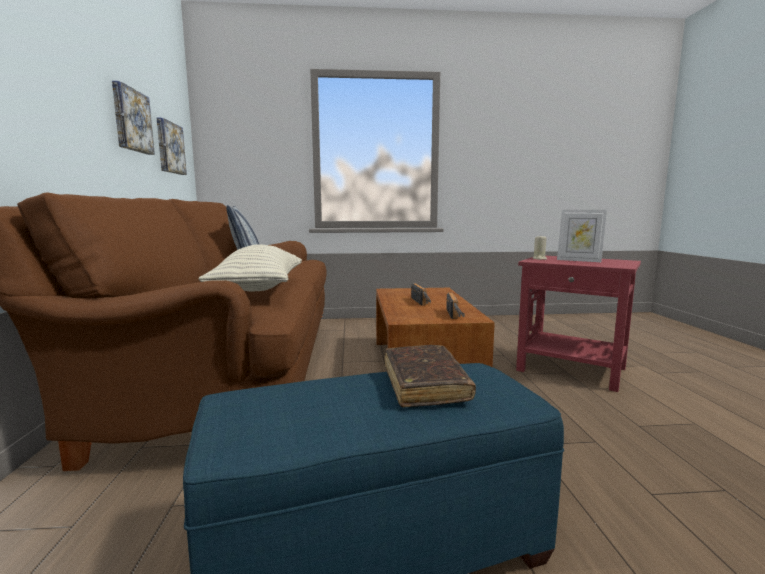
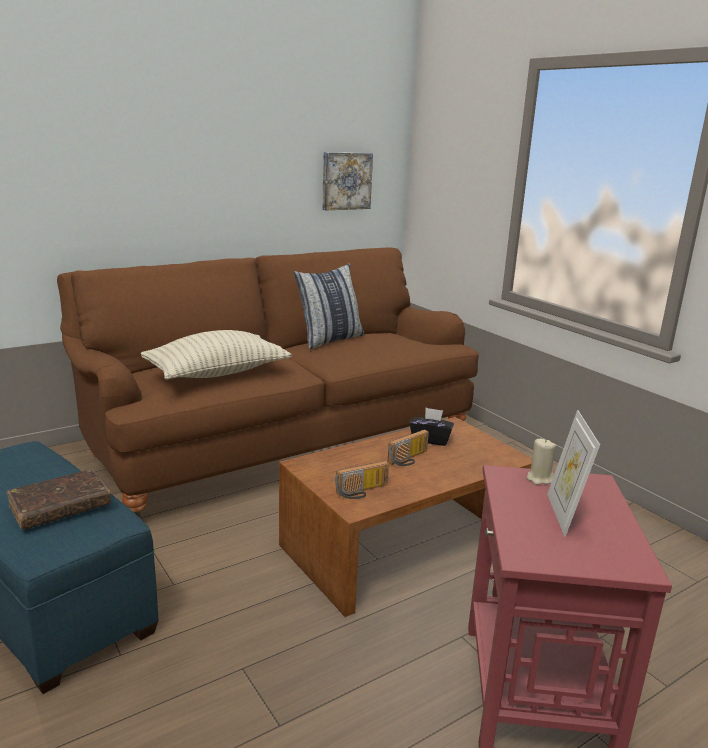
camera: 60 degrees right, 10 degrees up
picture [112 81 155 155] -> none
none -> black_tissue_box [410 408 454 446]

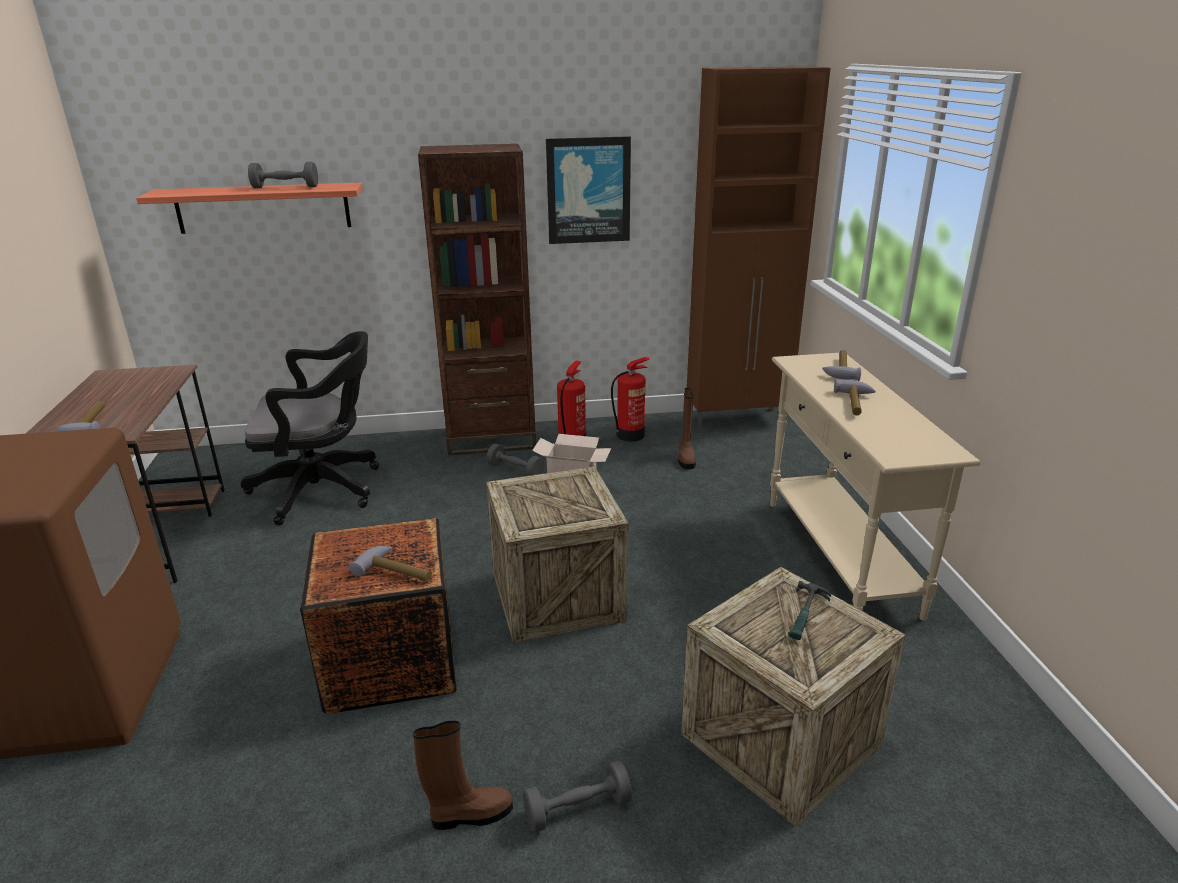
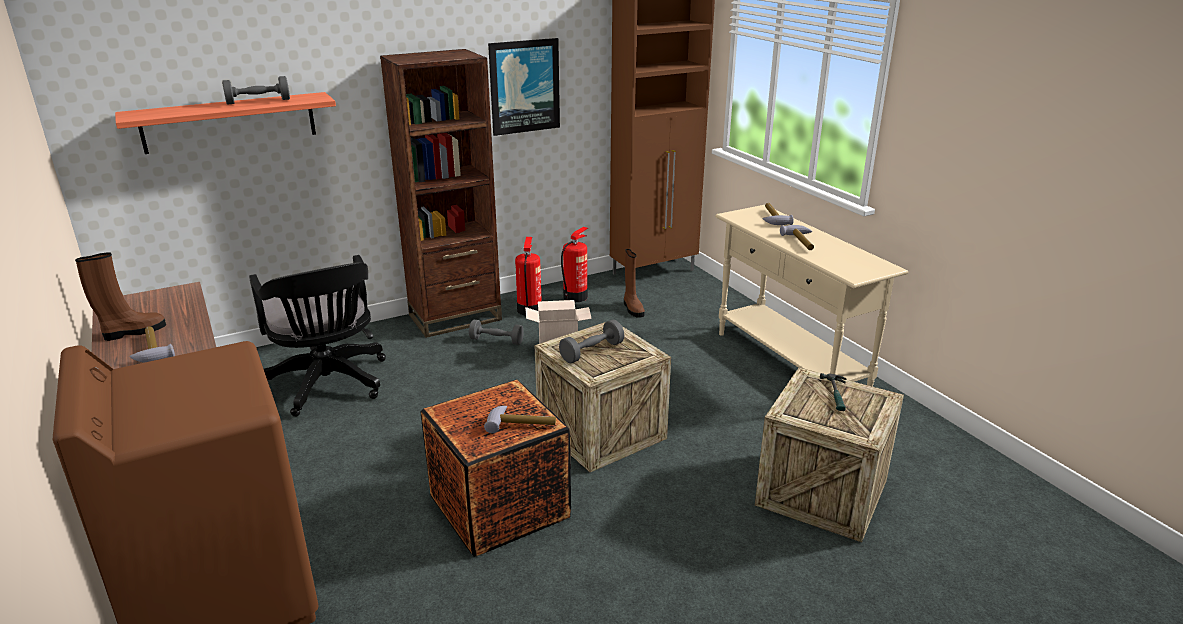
camera: 20 degrees left, 0 degrees up
black_office_chair [241 331 379 526] -> black_office_chair [249 255 386 417], 90 degrees clockwise
brown_boot [413 721 513 830] -> brown_boot [75 252 166 341], shifted
grey_dumbbell [523 760 632 833] -> grey_dumbbell [559 320 624 364], shifted

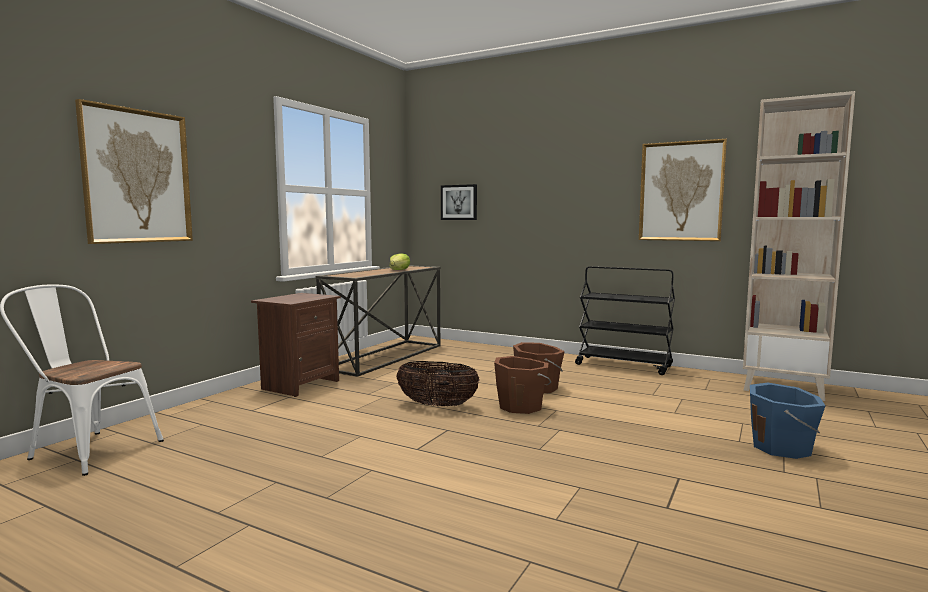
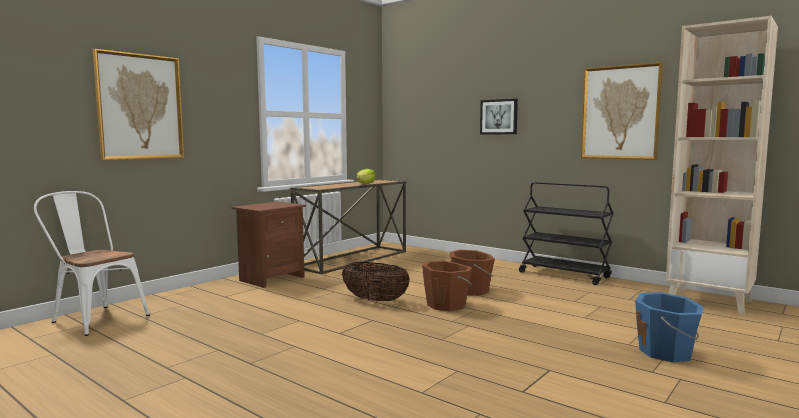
camera: 10 degrees right, 0 degrees up
picture [441 184 477 220] -> picture [480 99 518 134], shifted

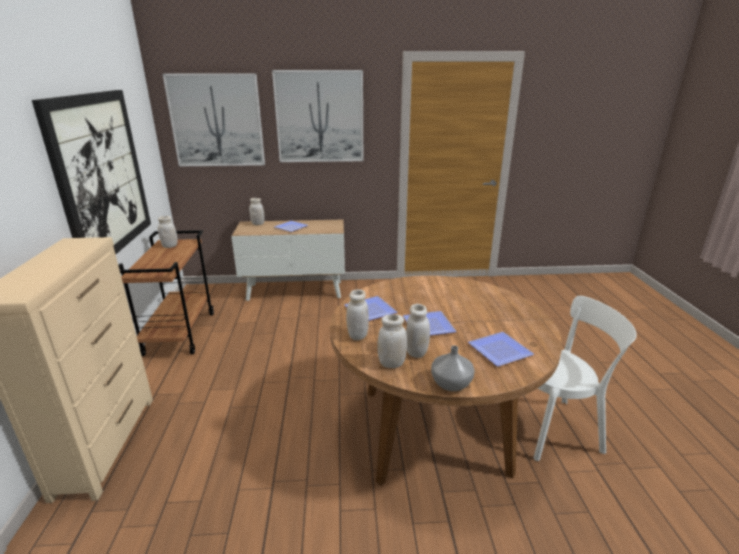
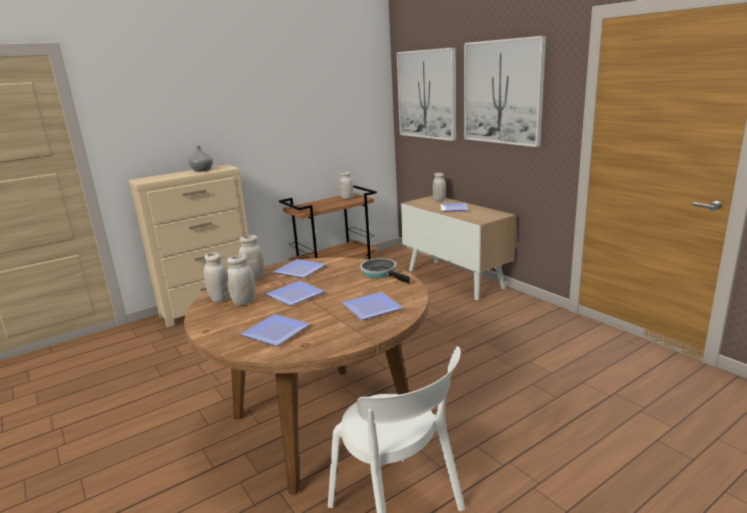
camera: 60 degrees right, 5 degrees down
picture [32 90 151 254] -> none
grey_vase [431 345 474 391] -> grey_vase [189 146 213 172], shifted
none -> plate [342 292 403 320]
none -> frying_pan [360 258 410 284]

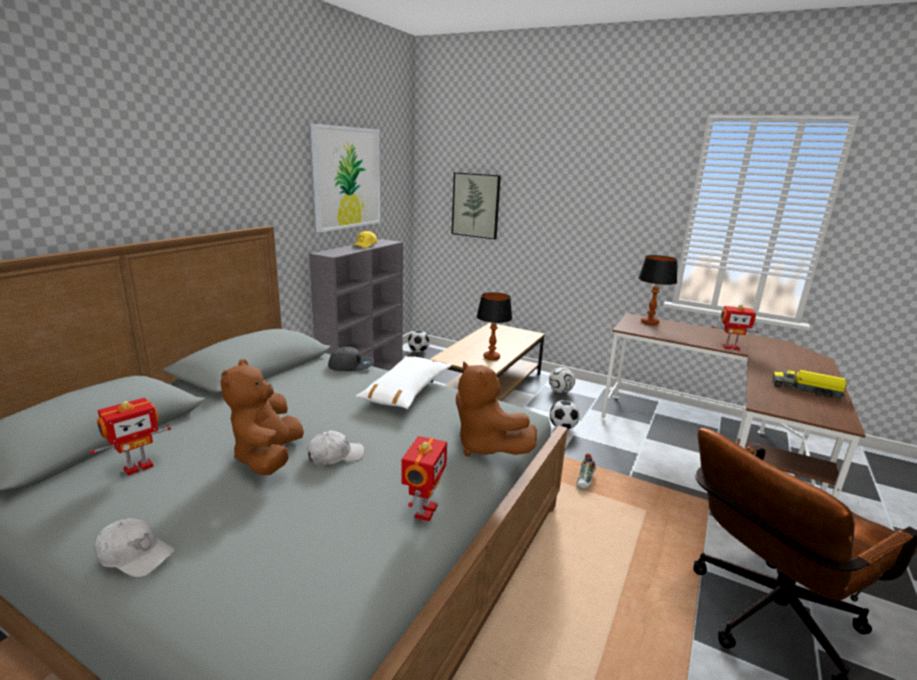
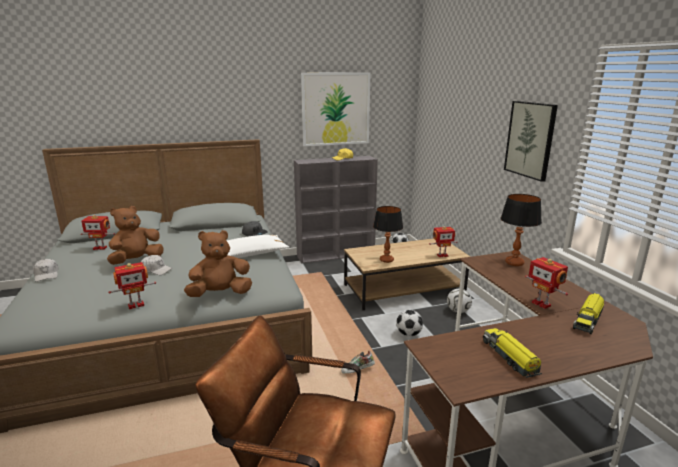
camera: 45 degrees right, 0 degrees up
picture [452 172 501 239] -> picture [504 101 558 182], shifted
brown_plush_toy [456 361 537 456] -> brown_plush_toy [184 230 252 297], 60 degrees clockwise
none -> toy_robot [429 226 457 257]
none -> toy_truck [573 293 604 334]

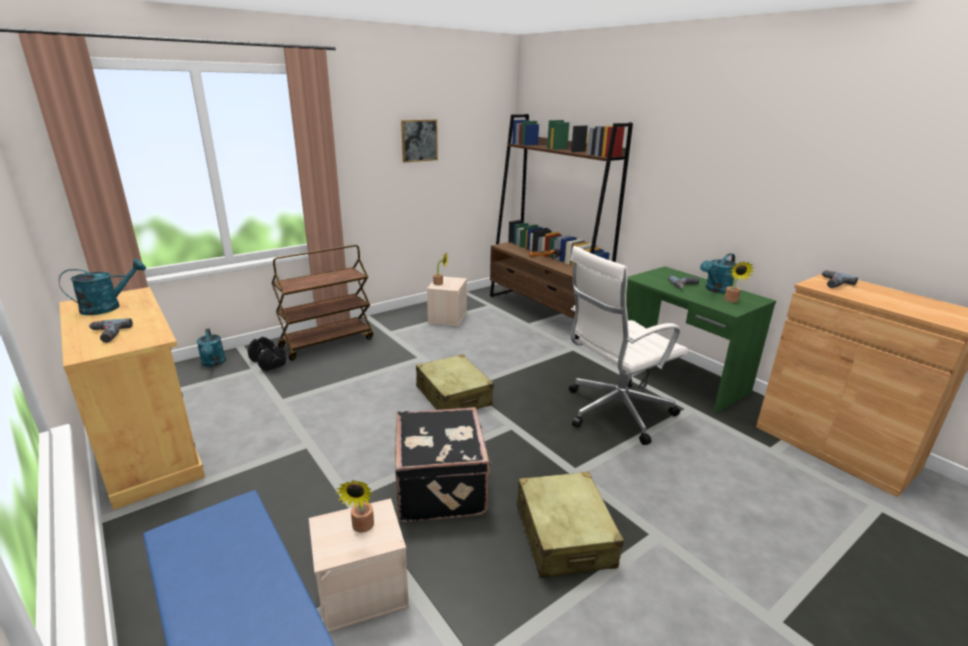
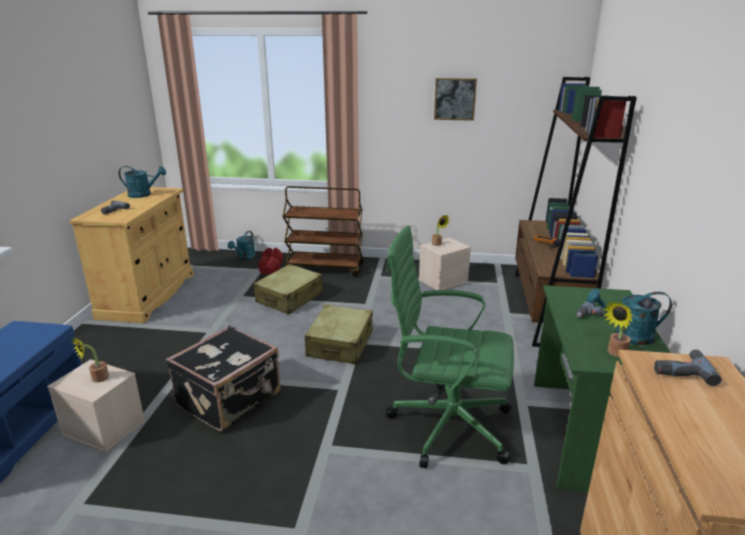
camera: 45 degrees right, 0 degrees up
black_dumbbell [248 337 286 371] -> red_dumbbell [258 248 283 274]
beige_suitcase [517 472 624 578] -> beige_suitcase [253 264 323 314], shifted
white_office_chair [569 246 689 445] -> green_office_chair [386 226 514 468]

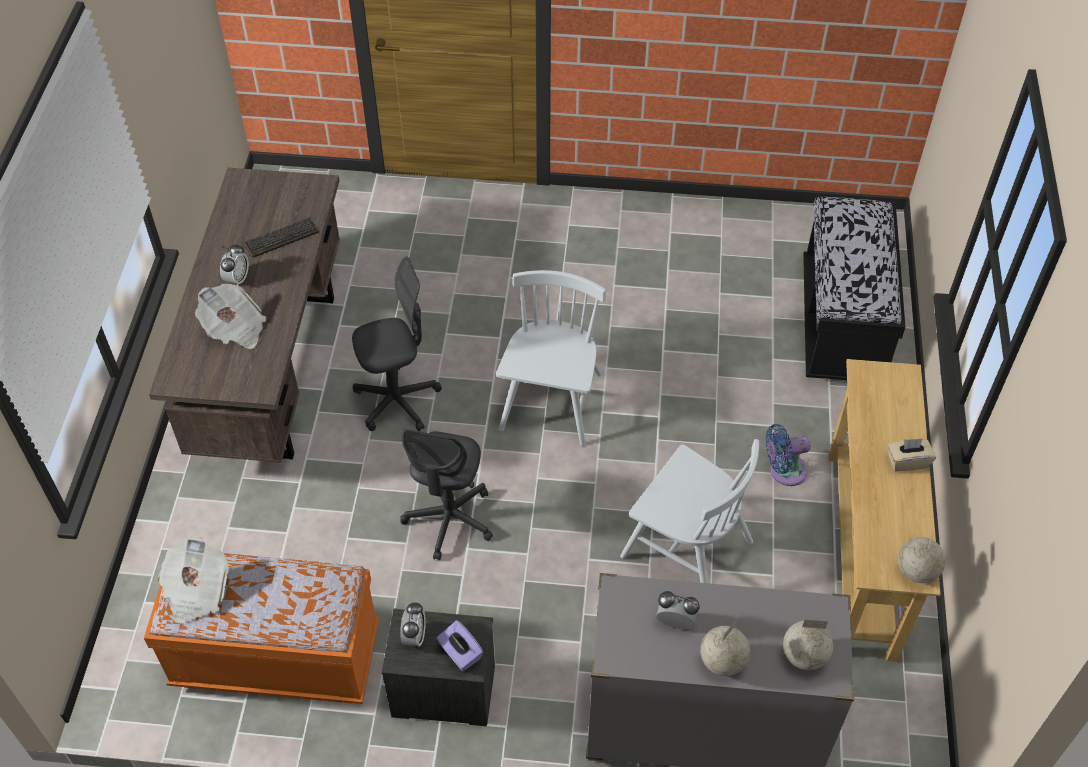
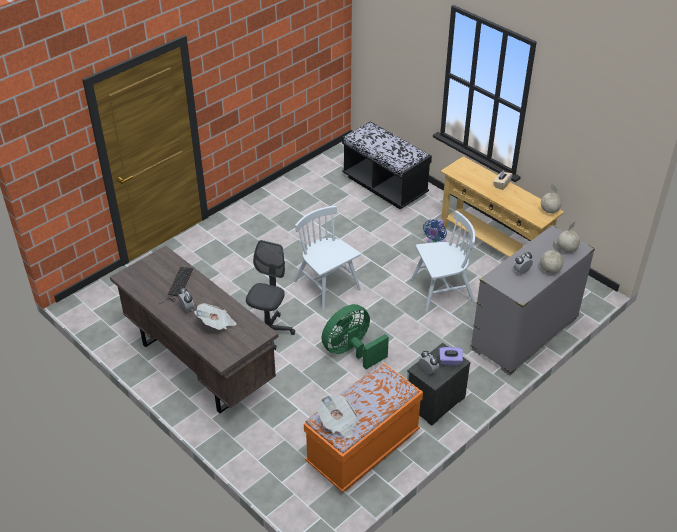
camera: 50 degrees left, 10 degrees down
grey_office_chair [400 429 493 560] -> green_fan [321 304 389 369]

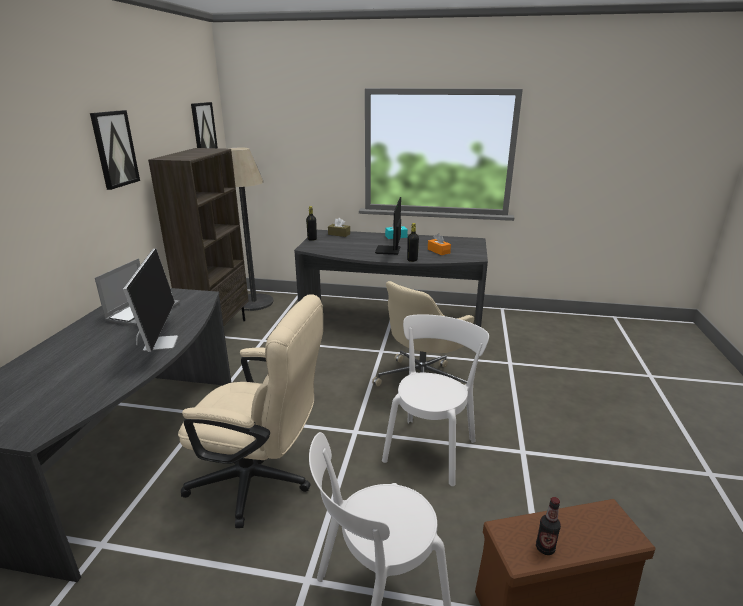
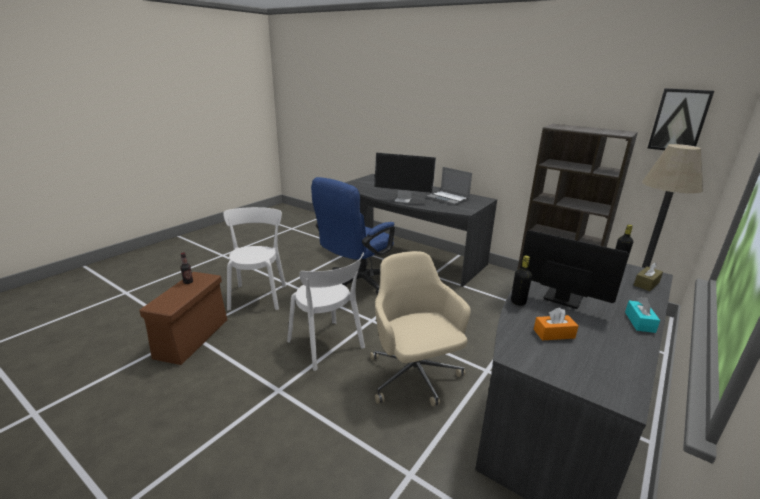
camera: 115 degrees right, 0 degrees up
picture [90 110 140 190] -> none
beige_office_chair [178 294 323 528] -> blue_office_chair [311 177 395 295]

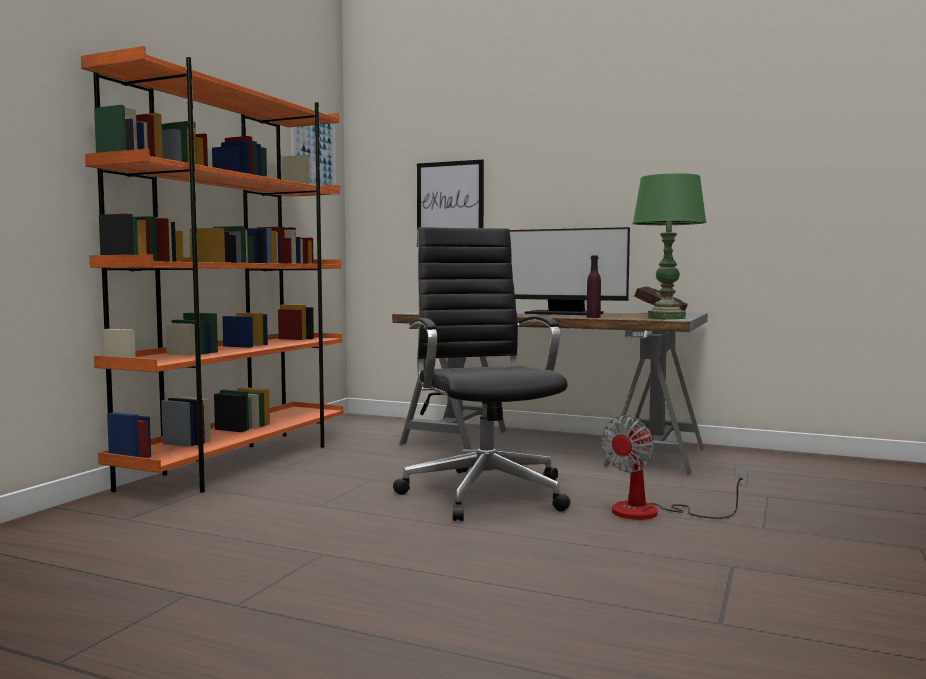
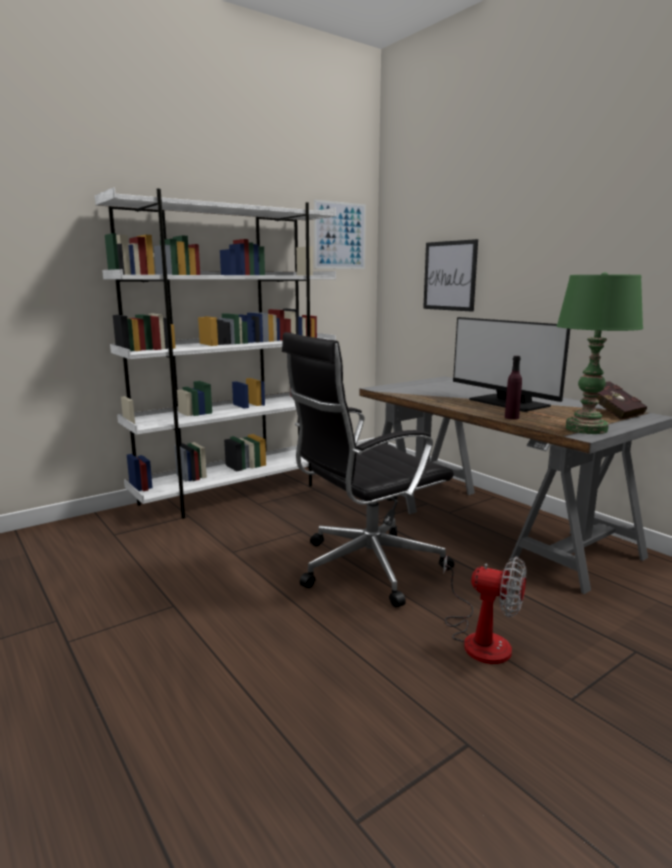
camera: 30 degrees right, 10 degrees up
orange_bookcase [81 46 343 493] -> white_bookcase [95 188 336 519]
black_office_chair [393 227 570 521] -> black_office_chair [282 332 454 607], 135 degrees counterclockwise
fan [601 415 748 520] -> fan [443 556 526 664], 135 degrees counterclockwise

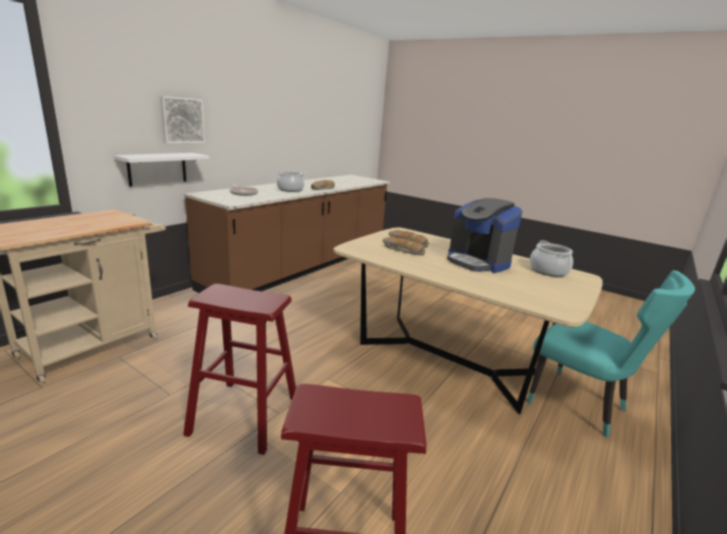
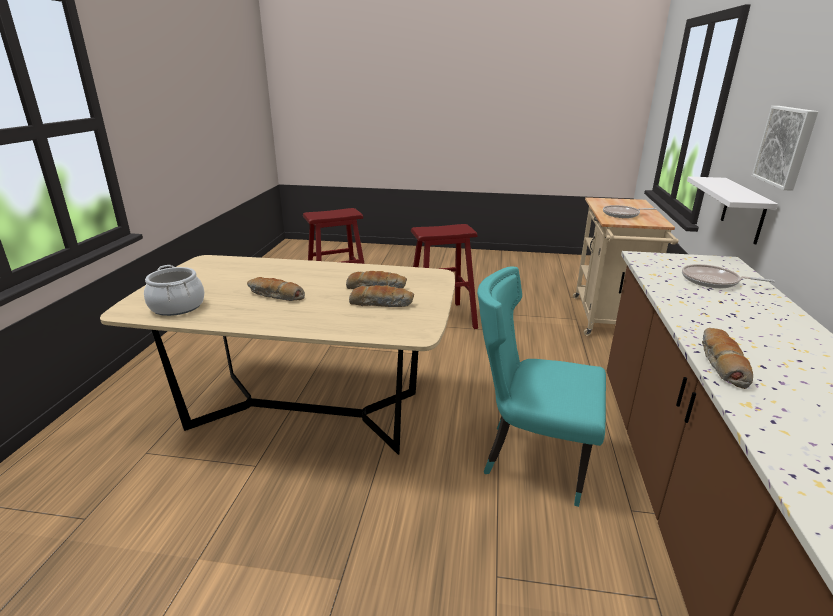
camera: 155 degrees right, 5 degrees up
cooking_pot [276 171 305 192] -> none
coffee_machine [447 198 522 273] -> bread [247 277 305 301]
turquoise_chair [527 270 695 438] -> turquoise_chair [477 266 606 507], shifted
none -> frying_pan [603 205 657 218]

